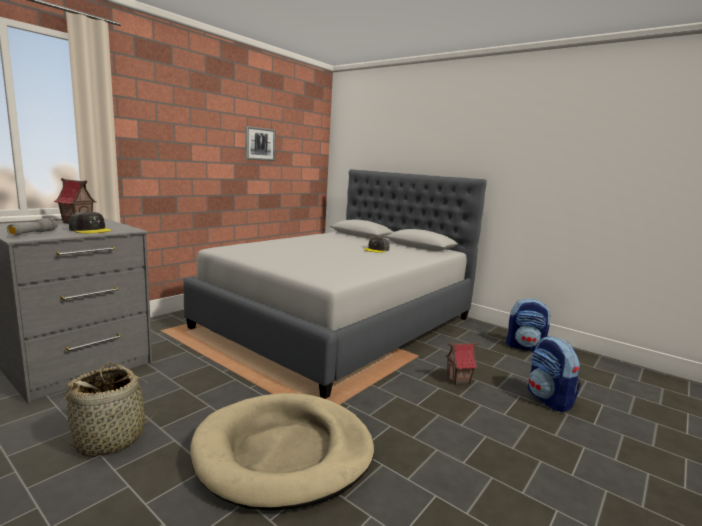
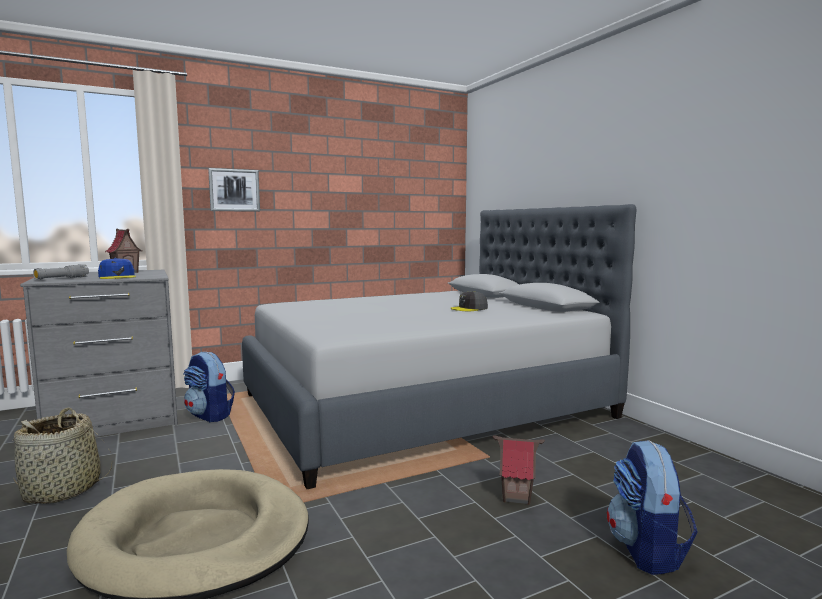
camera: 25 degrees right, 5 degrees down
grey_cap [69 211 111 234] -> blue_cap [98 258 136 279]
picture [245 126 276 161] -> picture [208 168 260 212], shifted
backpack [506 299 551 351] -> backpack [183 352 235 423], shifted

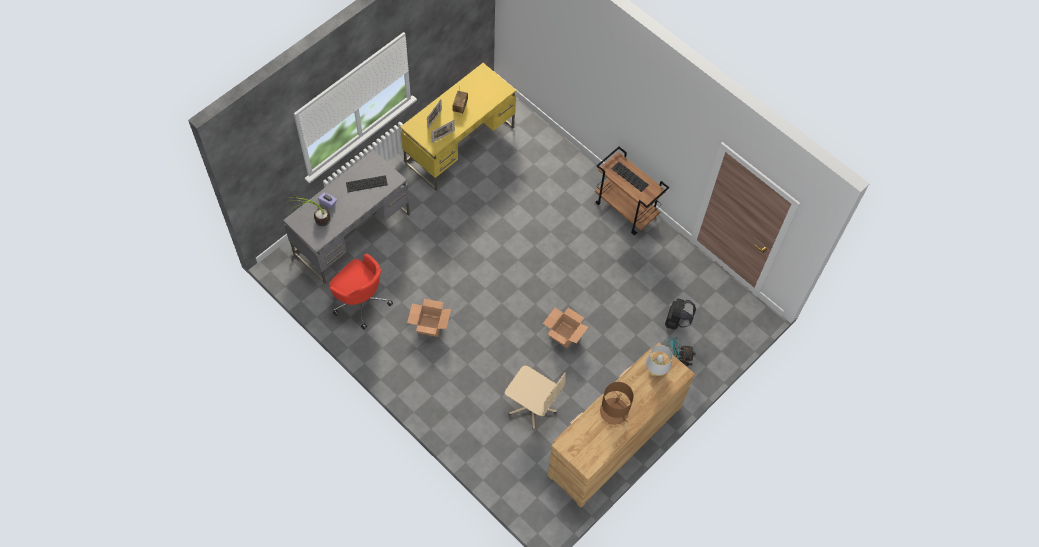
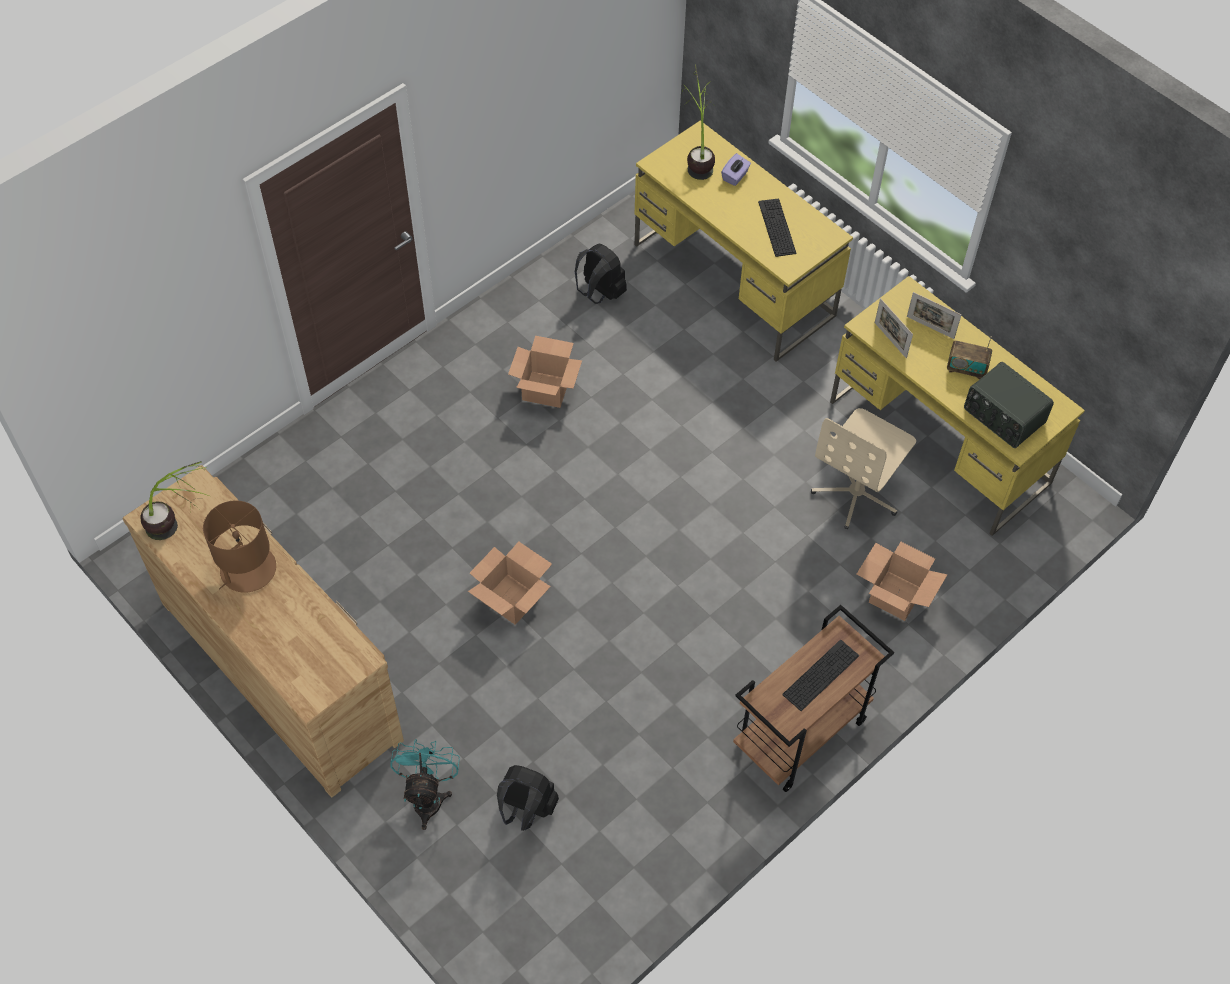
camera: 95 degrees right, 5 degrees down
grey_desk [283 150 410 284] -> yellow_desk [635 121 853 362]
red_office_chair [329 254 393 329] -> black_backpack [575 243 627 304]
beige_office_chair [505 365 566 430] -> beige_office_chair [811 408 916 529], shifted
grey_table_lamp [646 345 673 376] -> none
none -> potted_plant [140 461 209 540]
none -> cardboard_box [857 542 948 621]
none -> radio [964 362 1054 448]

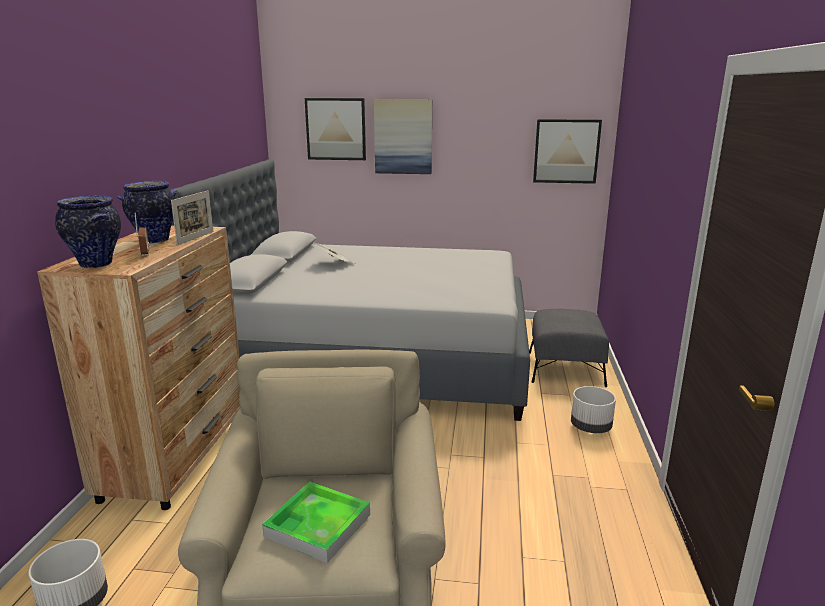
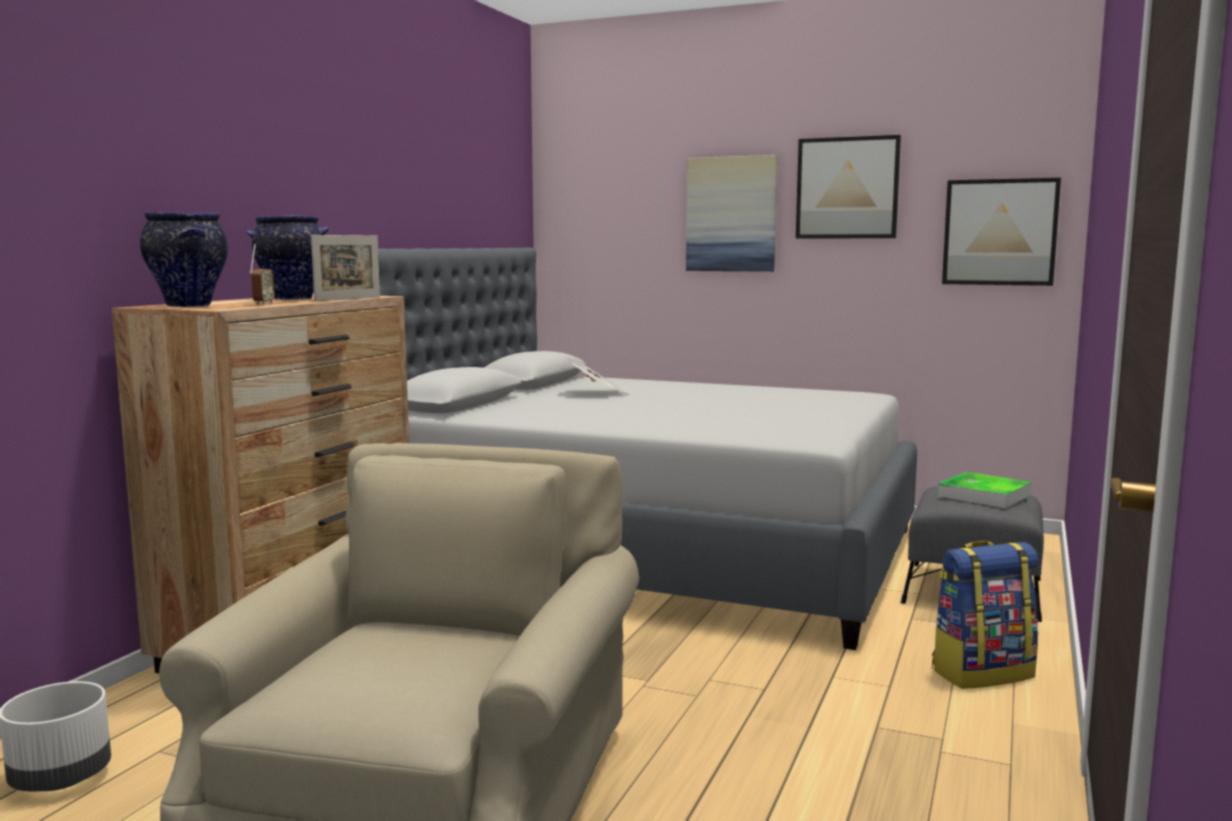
camera: 15 degrees right, 10 degrees down
tray [262 482 370 563] -> tray [937 472 1032 508], shifted
picture [305 98 366 160] -> picture [796 135 901 239], shifted
white_planter [571 386 616 433] -> backpack [932 541 1039 689]

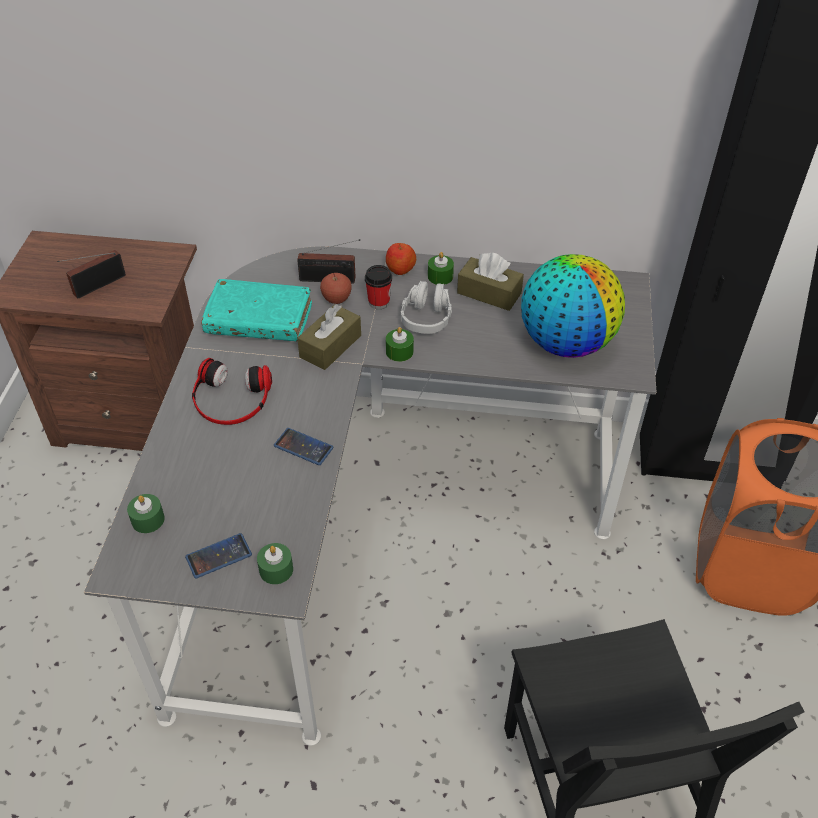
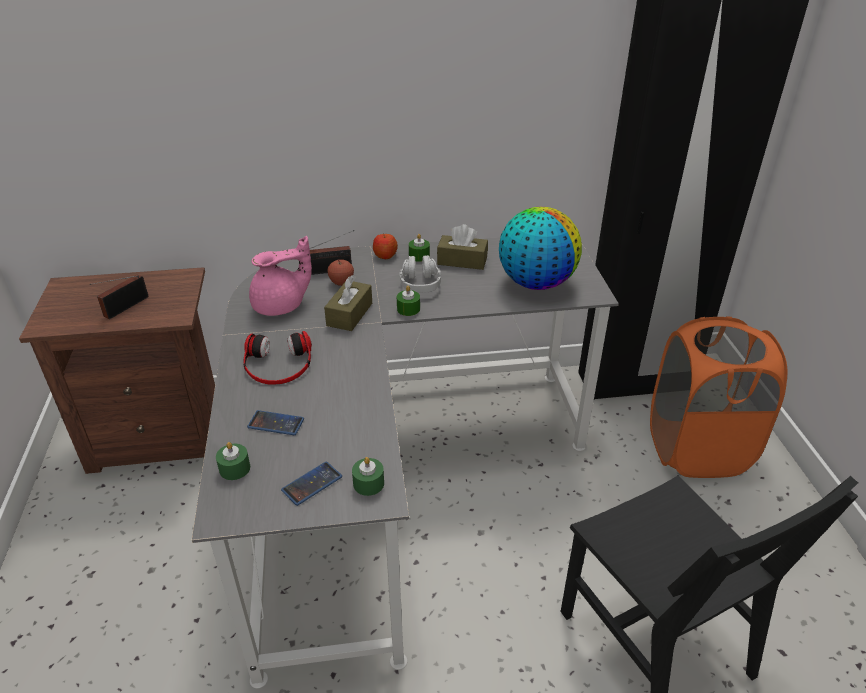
camera: 15 degrees left, 10 degrees down
turquoise_book [201 279 312 342] -> pink_teapot [249 236 312 316]
phone [274 428 334 465] -> phone [247 410 304 435], shifted
cup [365 265 392 309] -> none

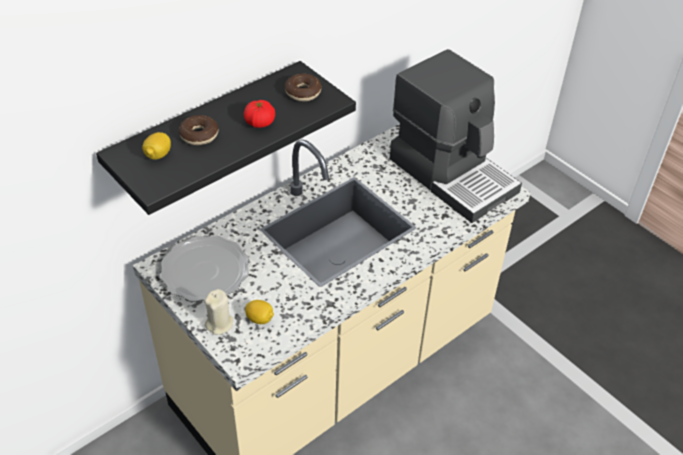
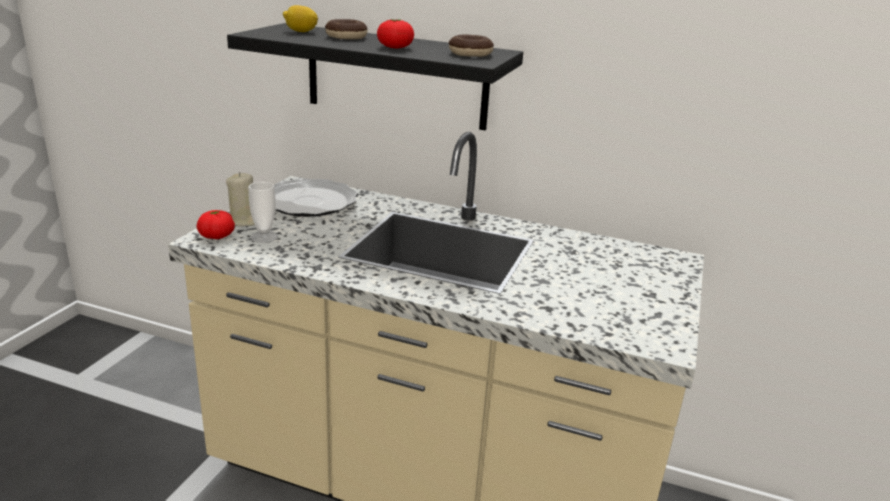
camera: 60 degrees right, 20 degrees down
lemon [245 300 274 324] -> cup [248 182 278 243]
coffee_machine [390 49 522 223] -> none
none -> tomato [197 210 235 239]

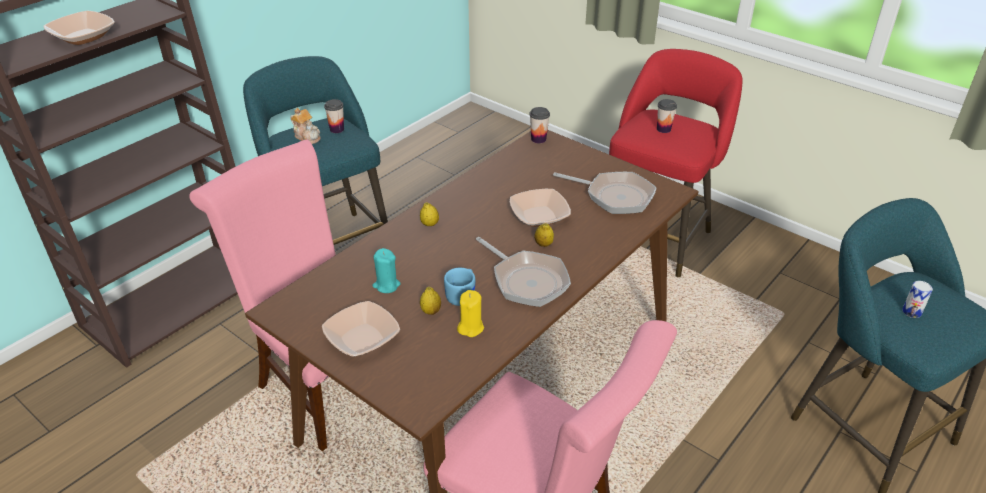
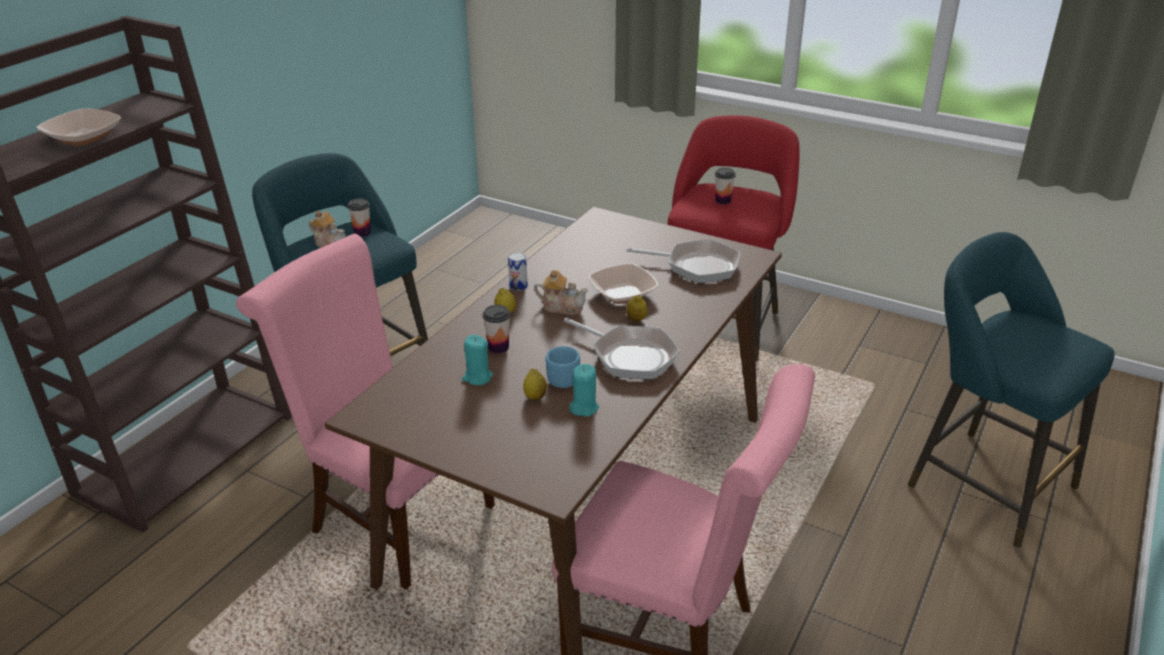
camera: 10 degrees left, 5 degrees down
bowl [322 301 400 357] -> none
yellow_candle [457 290 484 337] -> turquoise_candle [569 364 599 417]
cup [529 107 550 143] -> cup [482 305 511 353], shifted
can [902 281 933 318] -> can [508 253 528 291], shifted
none -> teapot [534 270 588 315]

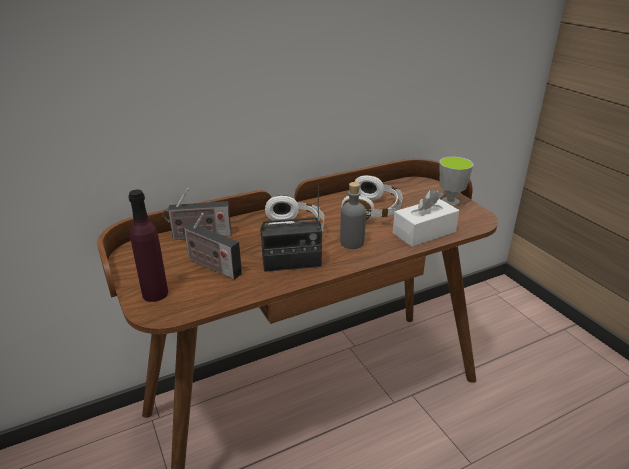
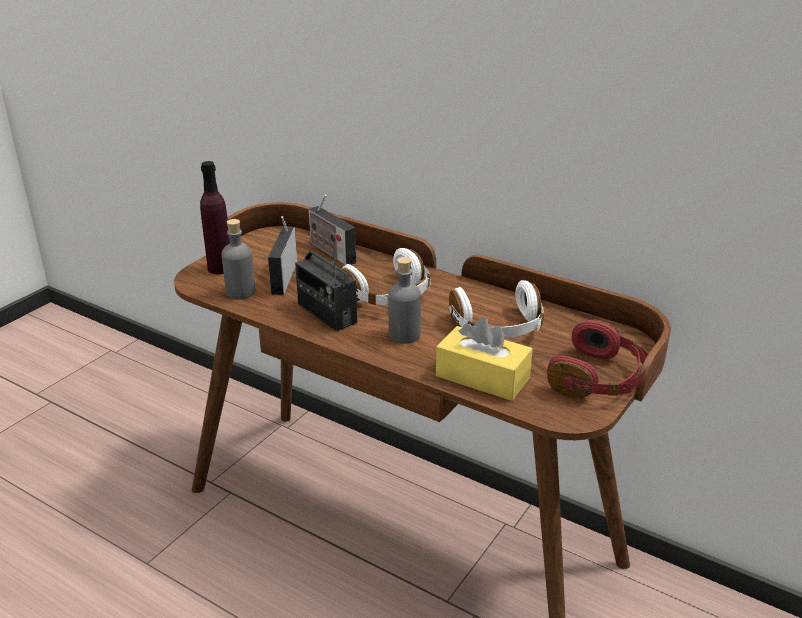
camera: 60 degrees right, 0 degrees up
white_tissue_box [393 189 459 247] -> yellow_tissue_box [436 317 533 401]
cup [439 157 474 206] -> red_headphones [547 319 649 399]
none -> grey_bottle [222 219 256 299]

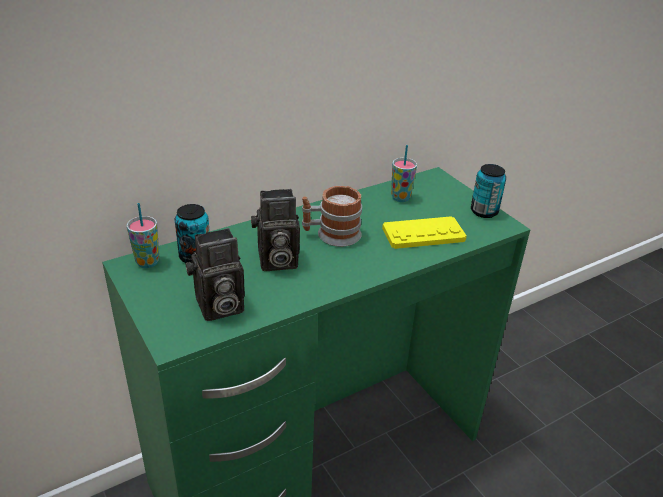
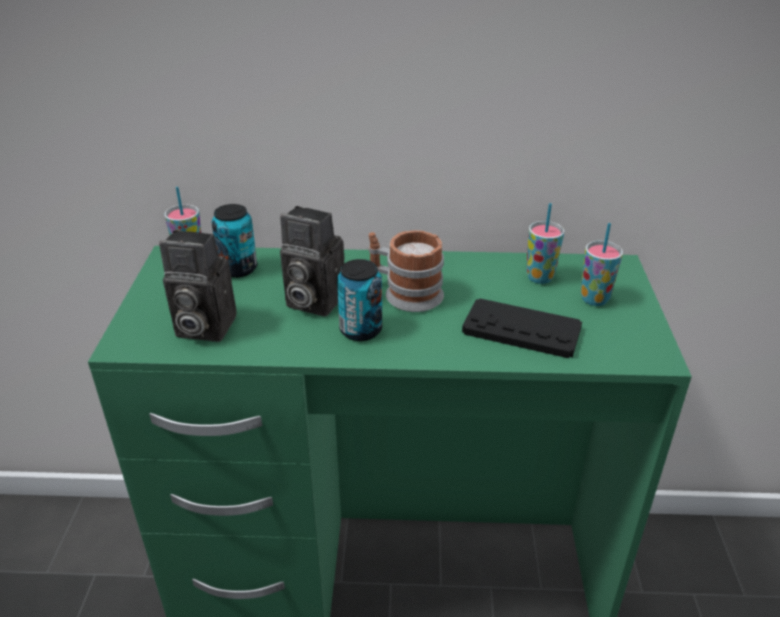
camera: 35 degrees right, 0 degrees up
yellow_game_controller [382 216 467 249] -> black_game_controller [462 298 582 358]
can [471 164 506 218] -> can [337 259 382 341], shifted
none -> cup [581 223 623 306]

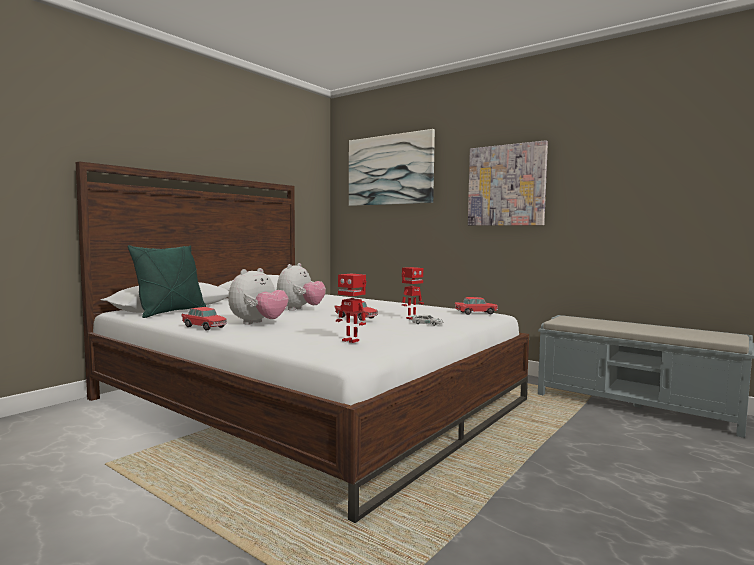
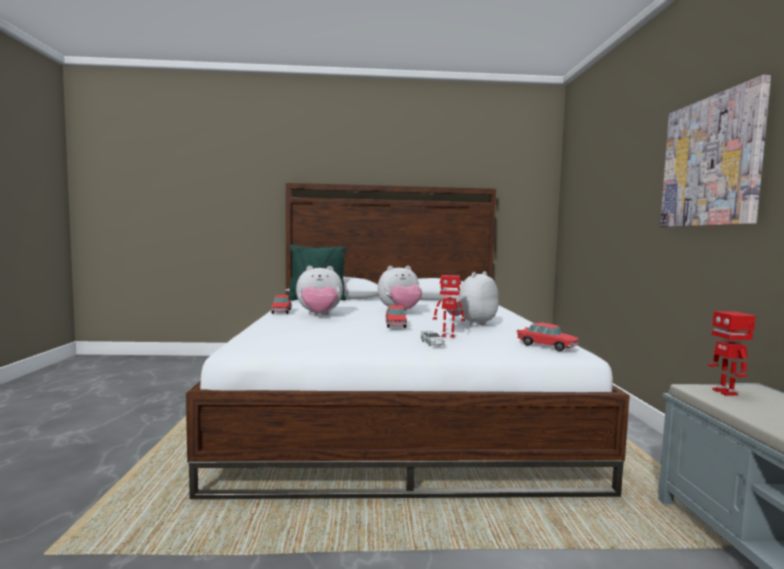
camera: 50 degrees right, 0 degrees up
toy_robot [336 274 366 343] -> toy_robot [708 311 756 396], shifted
picture [349 129 435 206] -> none
none -> plush_toy [442 271 499 327]

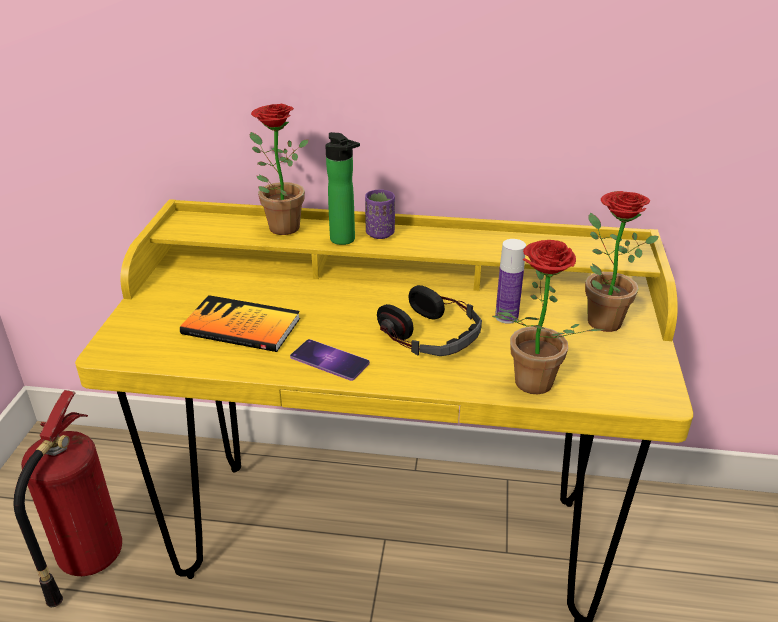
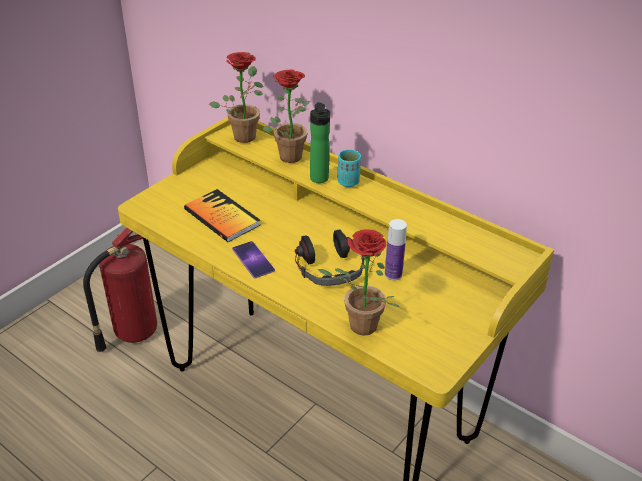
camera: 30 degrees right, 5 degrees up
purple_cup [365 189 395 239] -> turquoise_cup [338 150 361 187]
potted_plant [585 191 659 332] -> potted_plant [209 52 263 143], shifted

